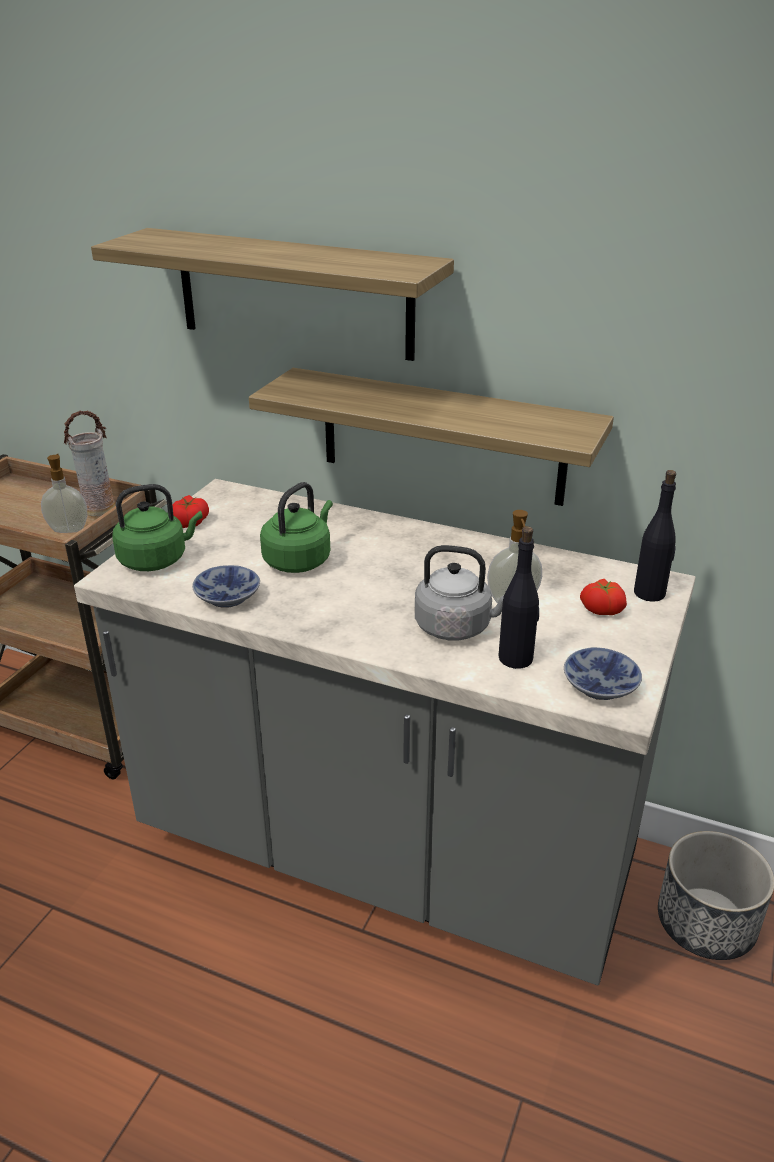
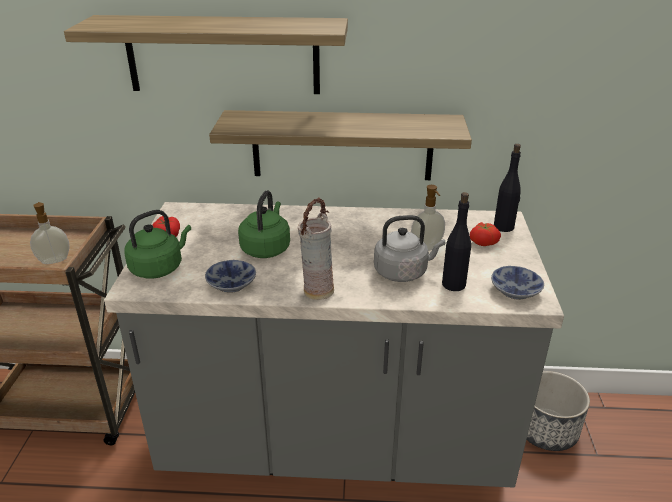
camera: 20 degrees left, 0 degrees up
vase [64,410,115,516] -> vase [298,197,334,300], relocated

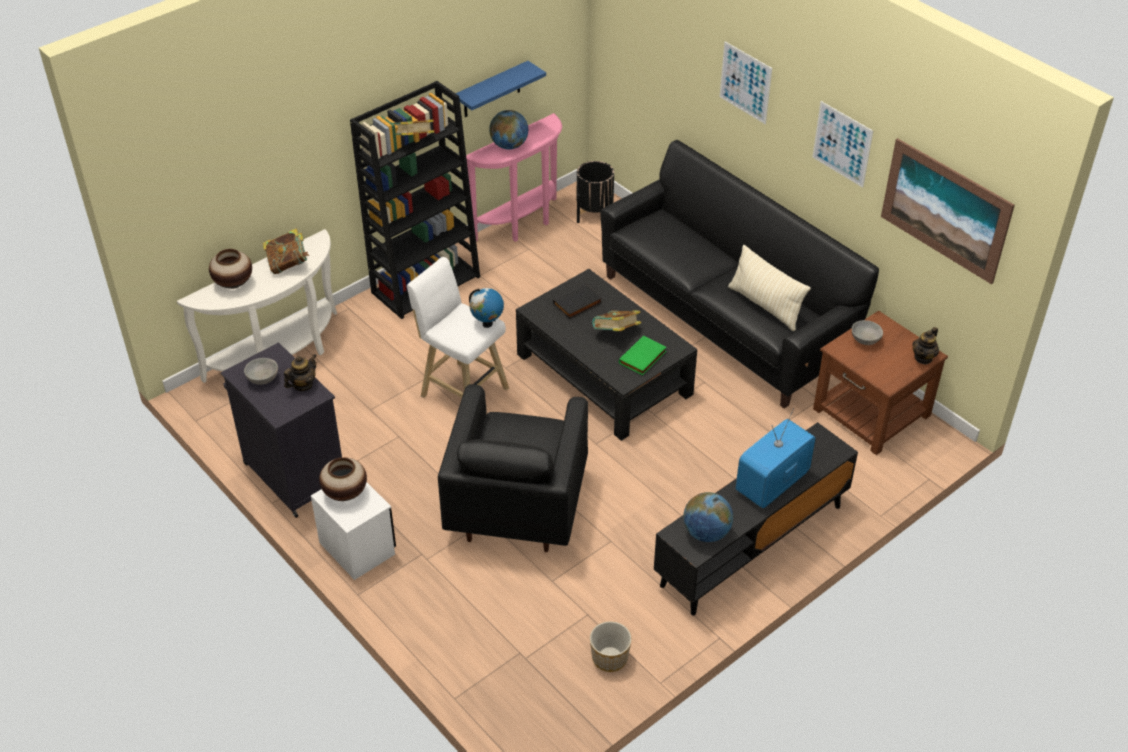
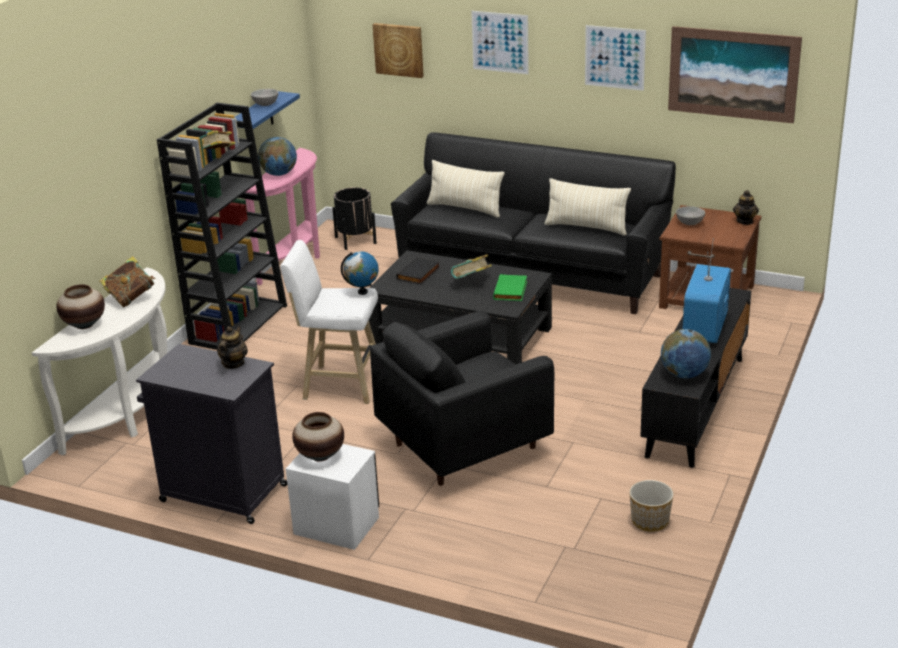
camera: 25 degrees left, 15 degrees down
grey bowl [244,358,278,385] -> grey bowl [251,89,279,106], relocated
black armchair [438,384,588,552] -> black armchair [370,311,554,486], 75 degrees clockwise
none -> picture [372,23,424,78]
none -> beige pillow [427,160,505,217]

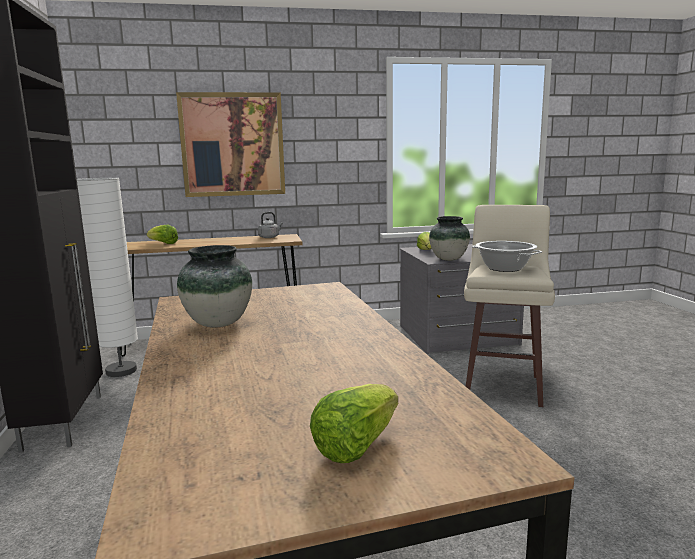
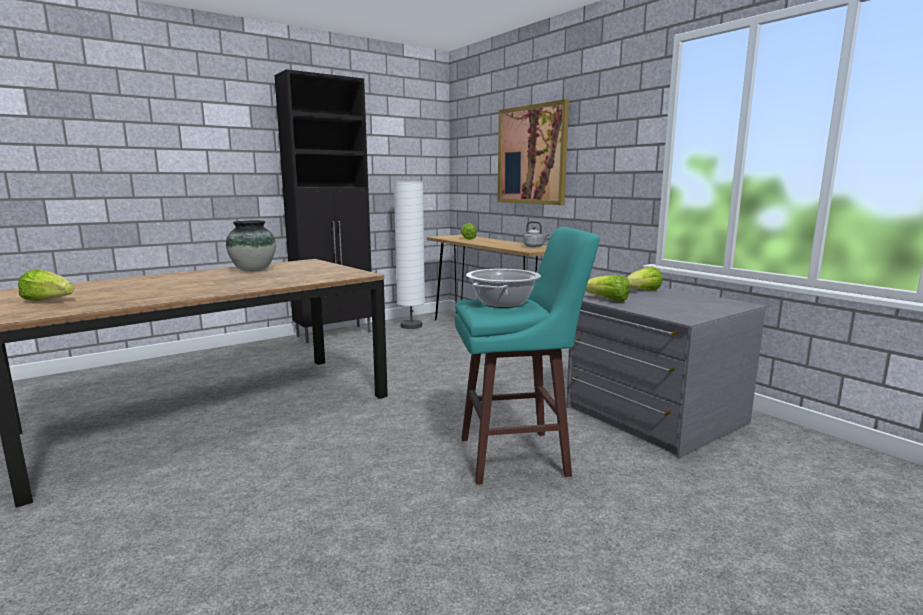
camera: 65 degrees right, 0 degrees up
beige stool [464,205,555,407] -> turquoise stool [455,227,600,485]
vase [429,216,470,261] -> lettuce [585,275,630,302]

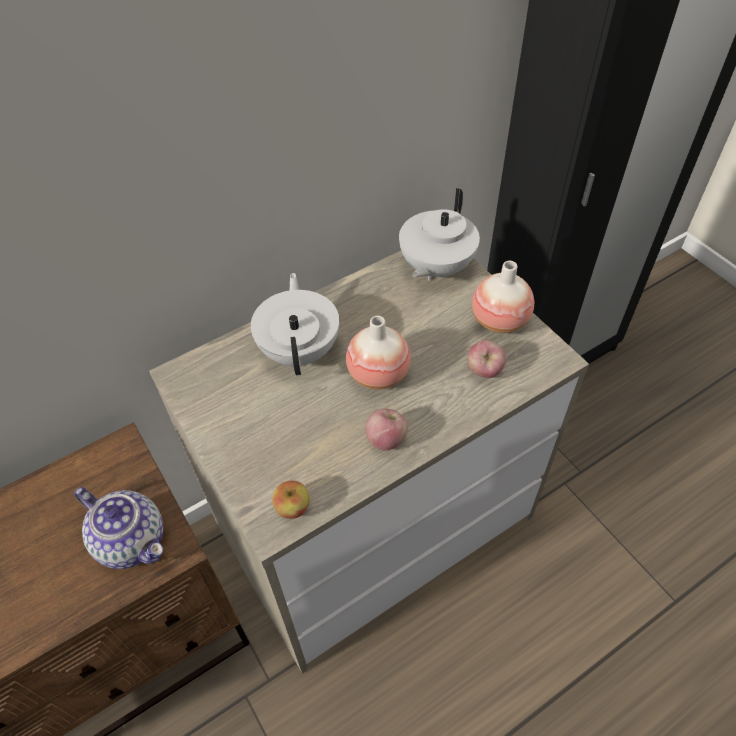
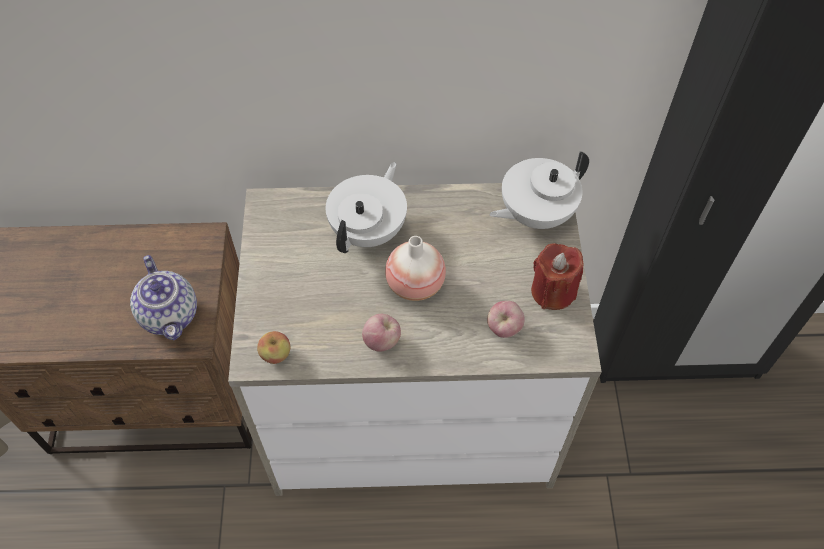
camera: 30 degrees right, 5 degrees up
vase [472,261,534,333] -> red candle [531,243,583,310]

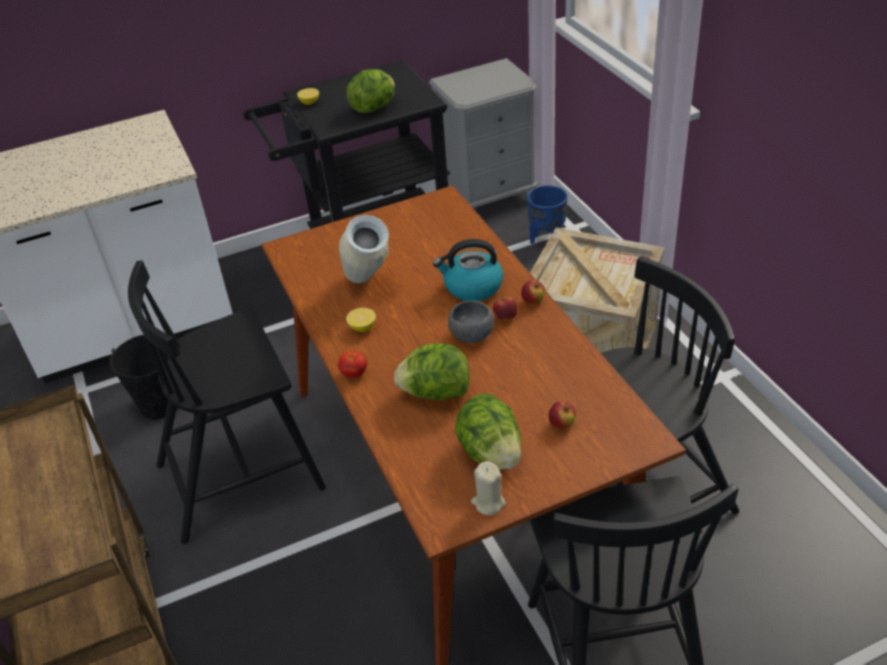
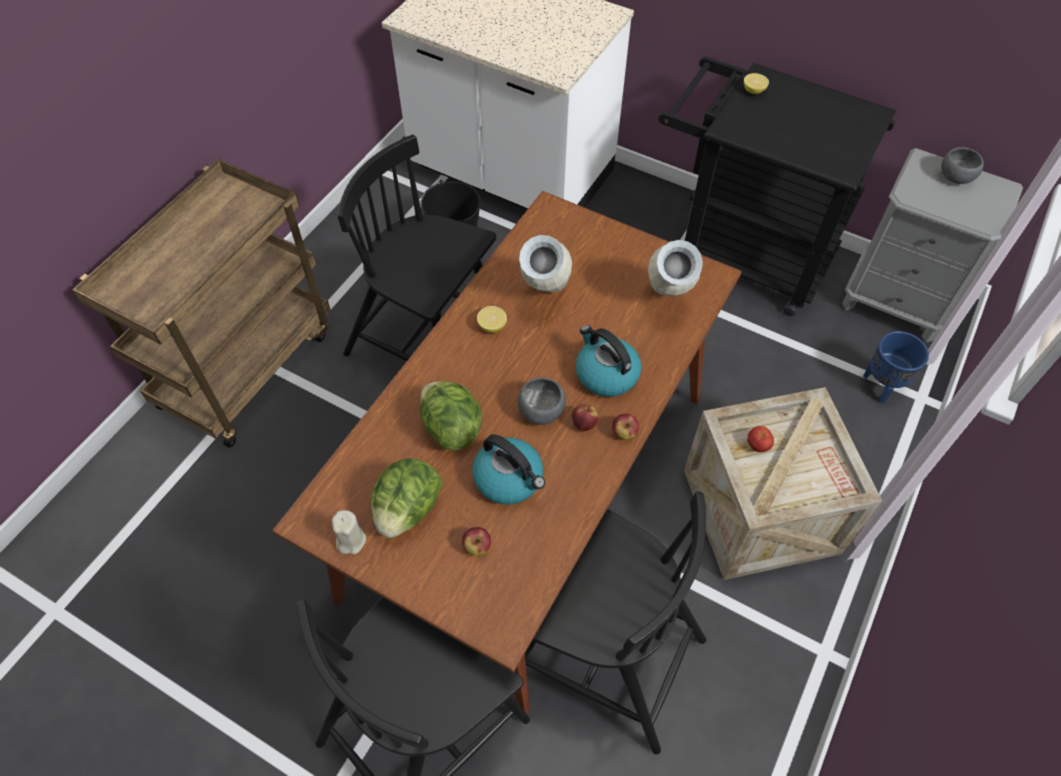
camera: 50 degrees right, 15 degrees up
none -> kettle [472,434,545,505]
none -> vase [648,240,703,296]
tomato [338,351,367,378] -> tomato [747,426,774,452], relocated
none -> grey bowl [941,147,984,184]
lettuce [346,69,395,113] -> none

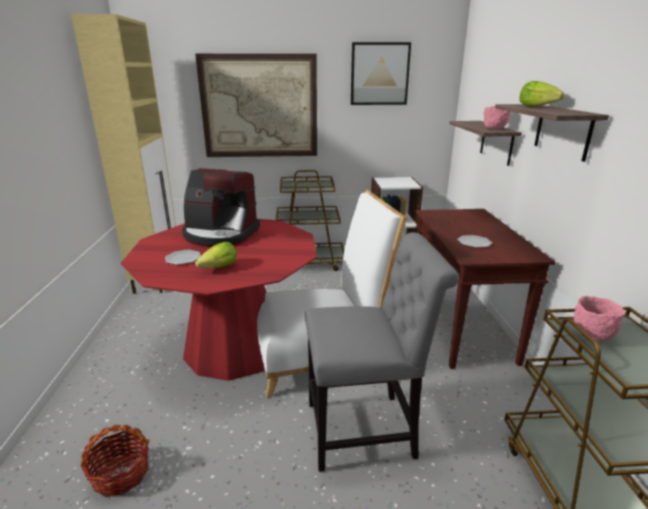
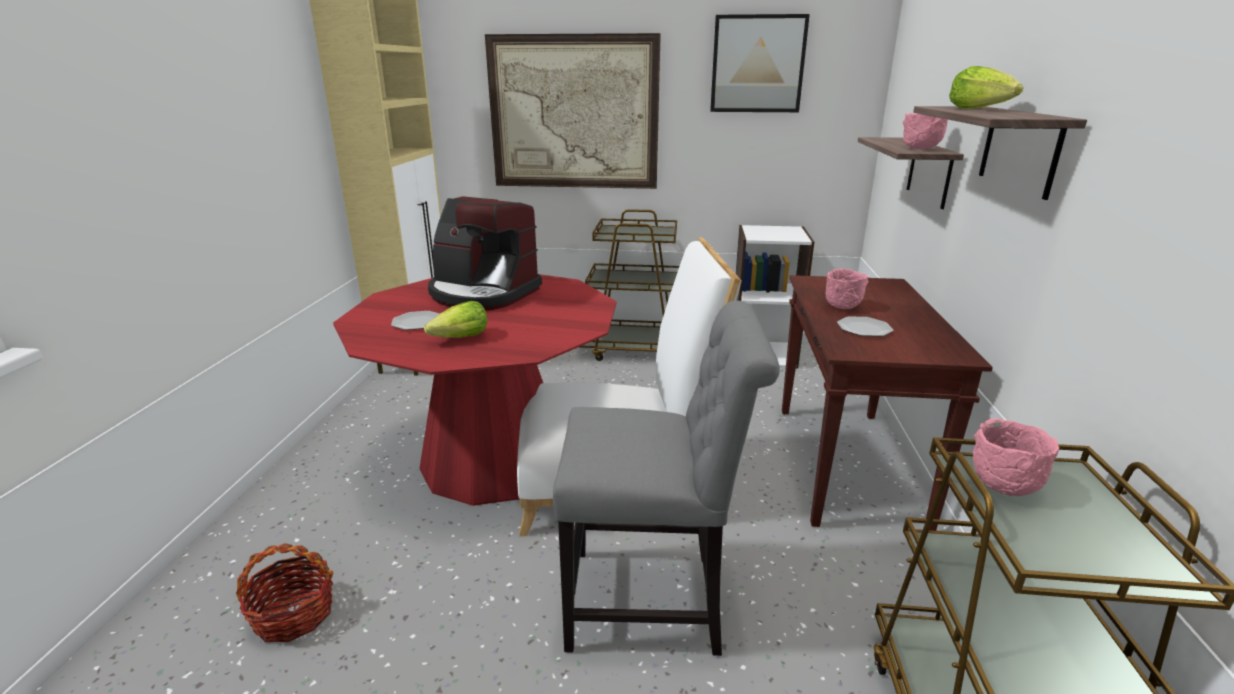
camera: 10 degrees right, 0 degrees up
none -> pink bowl [826,268,869,309]

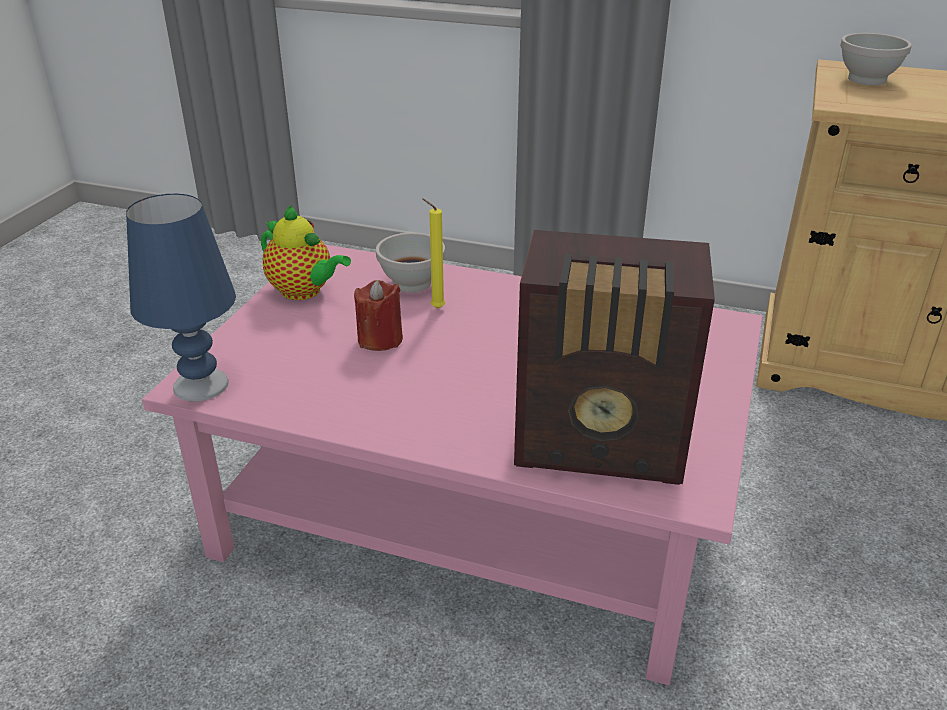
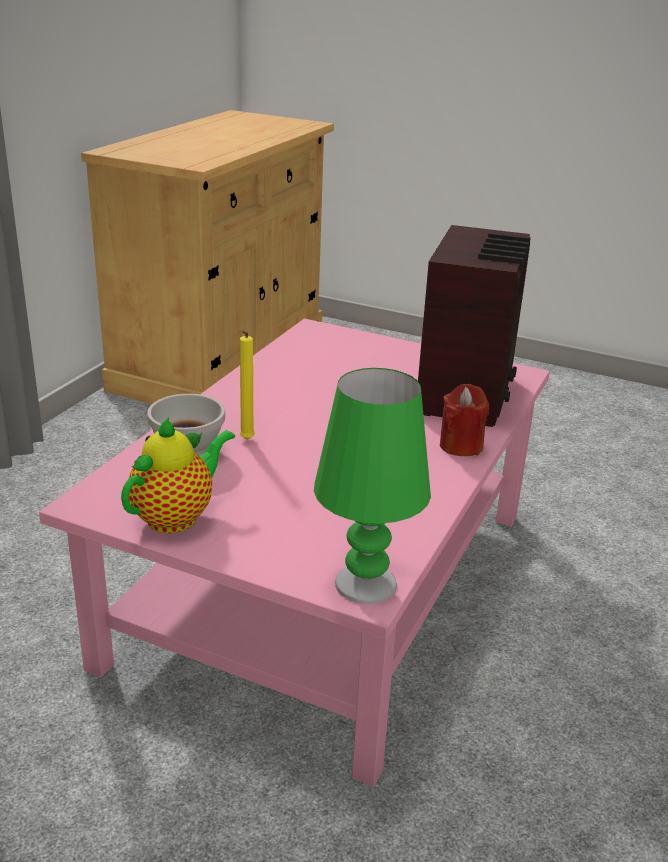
camera: 85 degrees left, 5 degrees down
blue table lamp [126,194,236,401] -> green table lamp [314,368,431,604]
red candle [354,280,403,351] -> red candle [440,384,489,456], relocated
white bowl [840,33,912,85] -> none

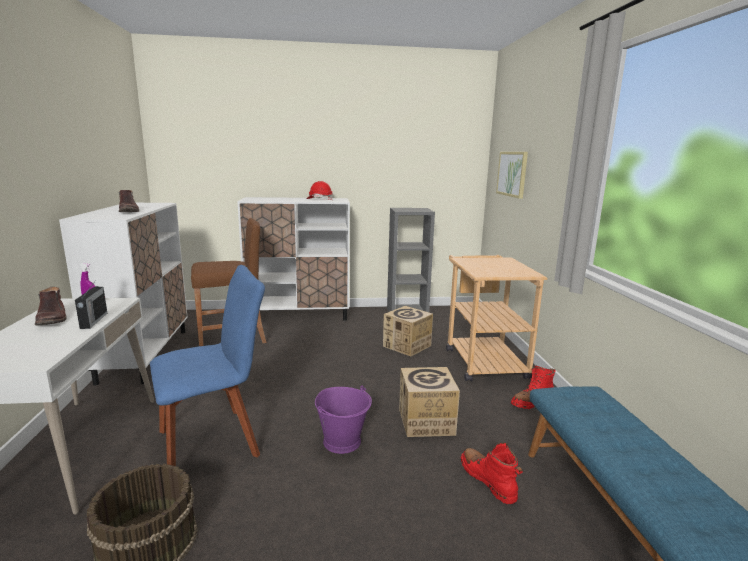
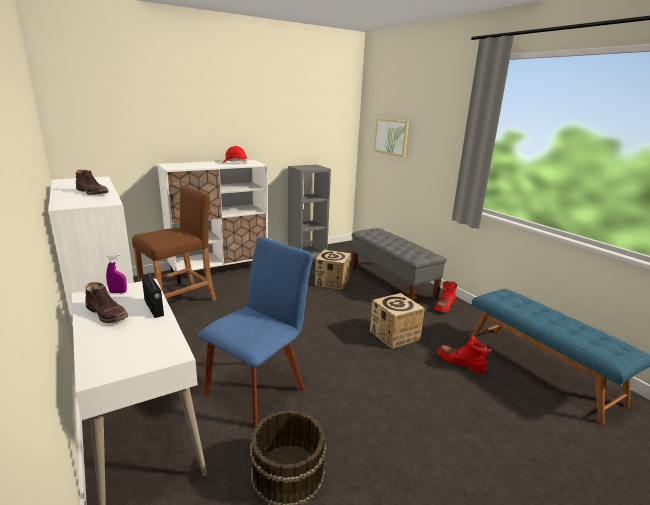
camera: 25 degrees left, 5 degrees up
beige cart [446,255,547,381] -> grey bench [351,228,447,301]
purple bucket [315,386,372,454] -> none

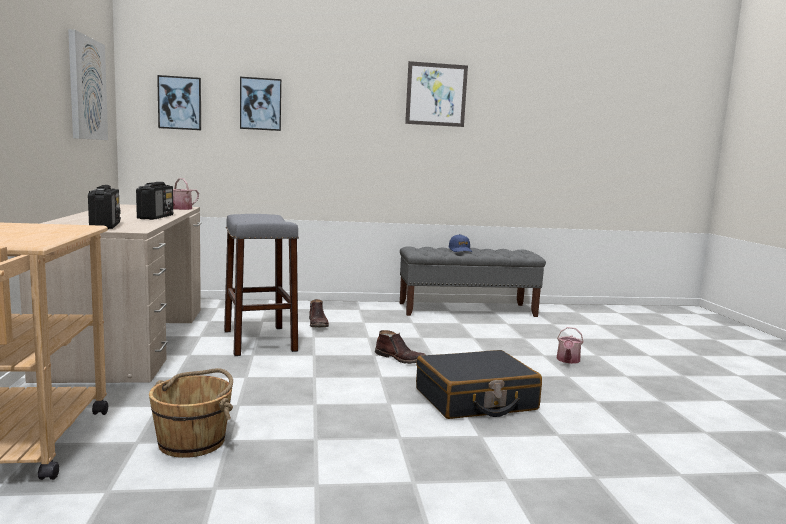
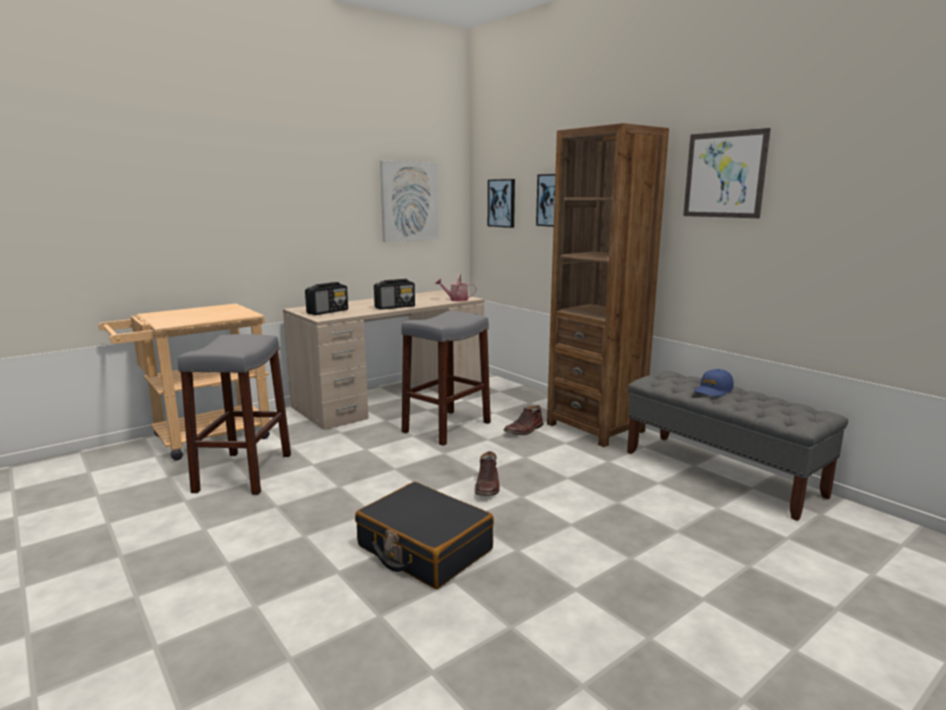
camera: 60 degrees right, 5 degrees up
brown bucket [149,368,233,458] -> grey stool [178,334,291,495]
none -> brown bookcase [547,123,669,447]
watering can [557,327,583,364] -> none

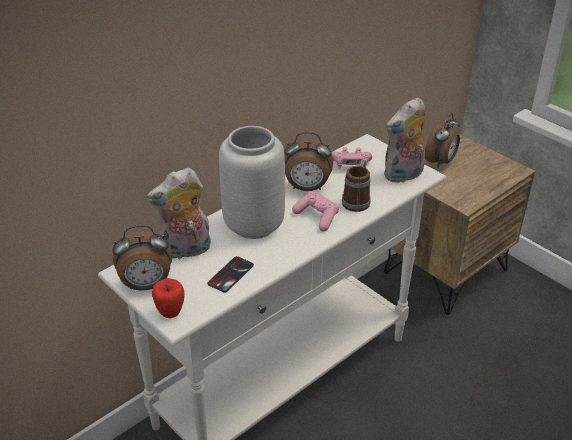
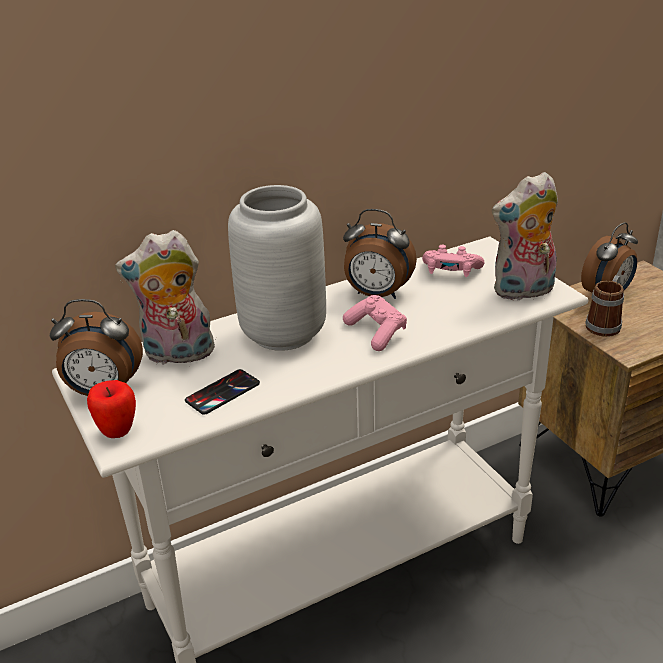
camera: 15 degrees right, 5 degrees down
mug [342,160,371,212] -> mug [585,275,624,337], relocated

